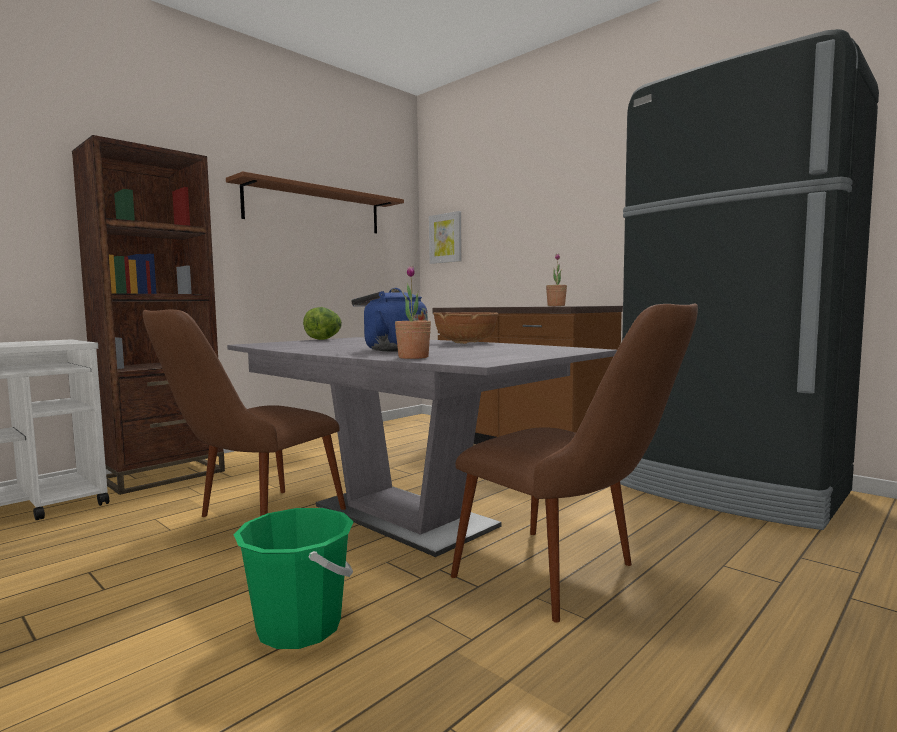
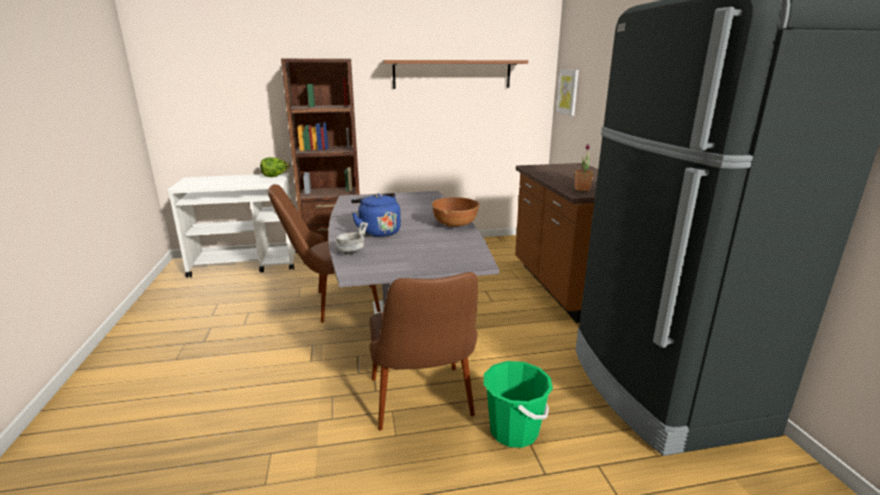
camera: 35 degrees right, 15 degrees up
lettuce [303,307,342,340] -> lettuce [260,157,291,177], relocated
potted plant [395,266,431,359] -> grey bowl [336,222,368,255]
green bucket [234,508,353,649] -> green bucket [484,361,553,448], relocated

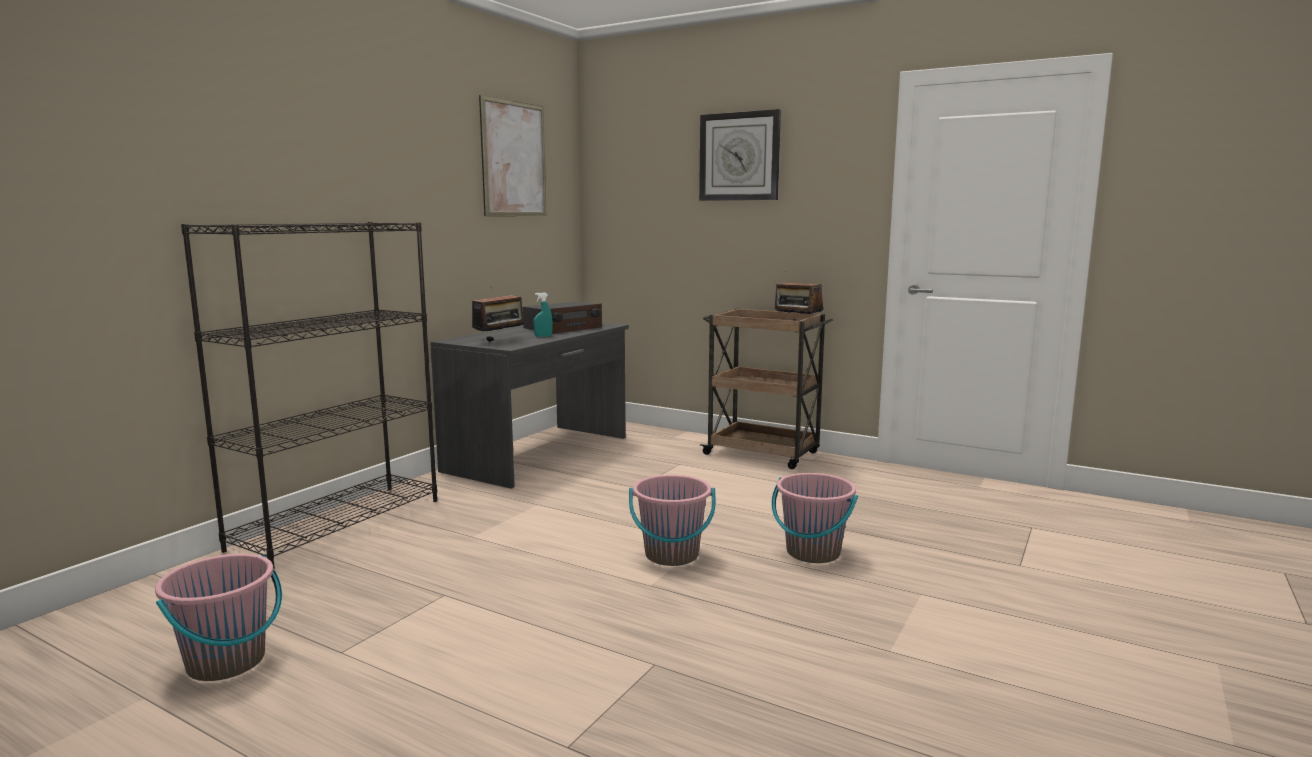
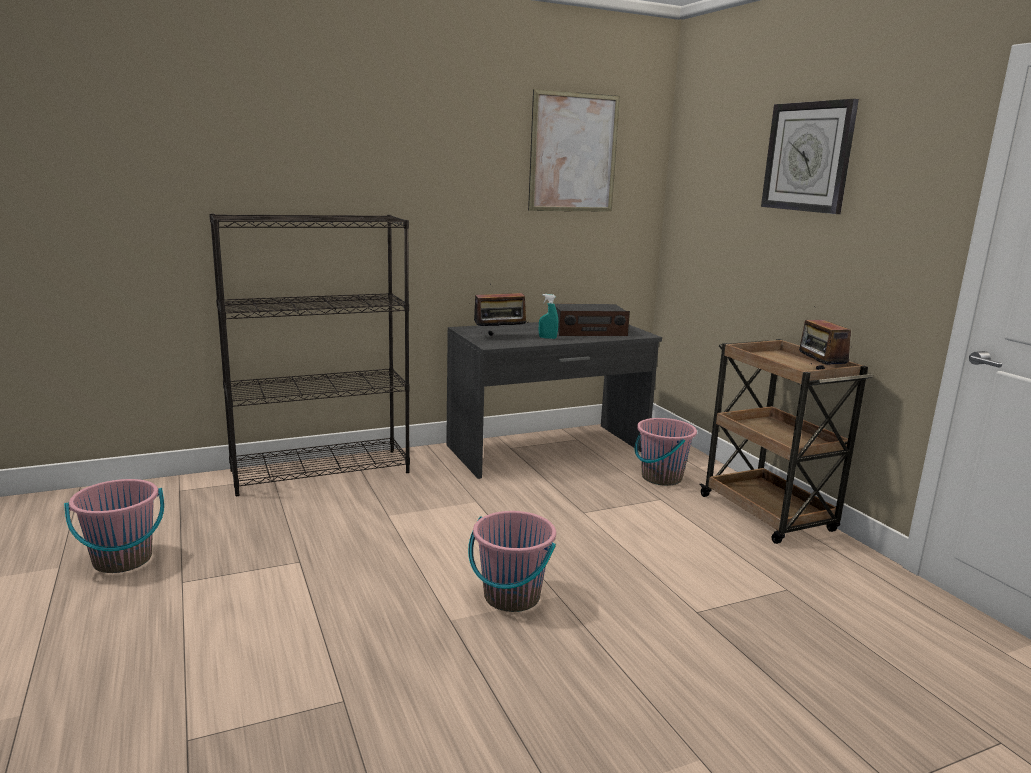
camera: 35 degrees right, 5 degrees up
pink bucket [771,473,858,563] -> pink bucket [635,418,697,486], relocated

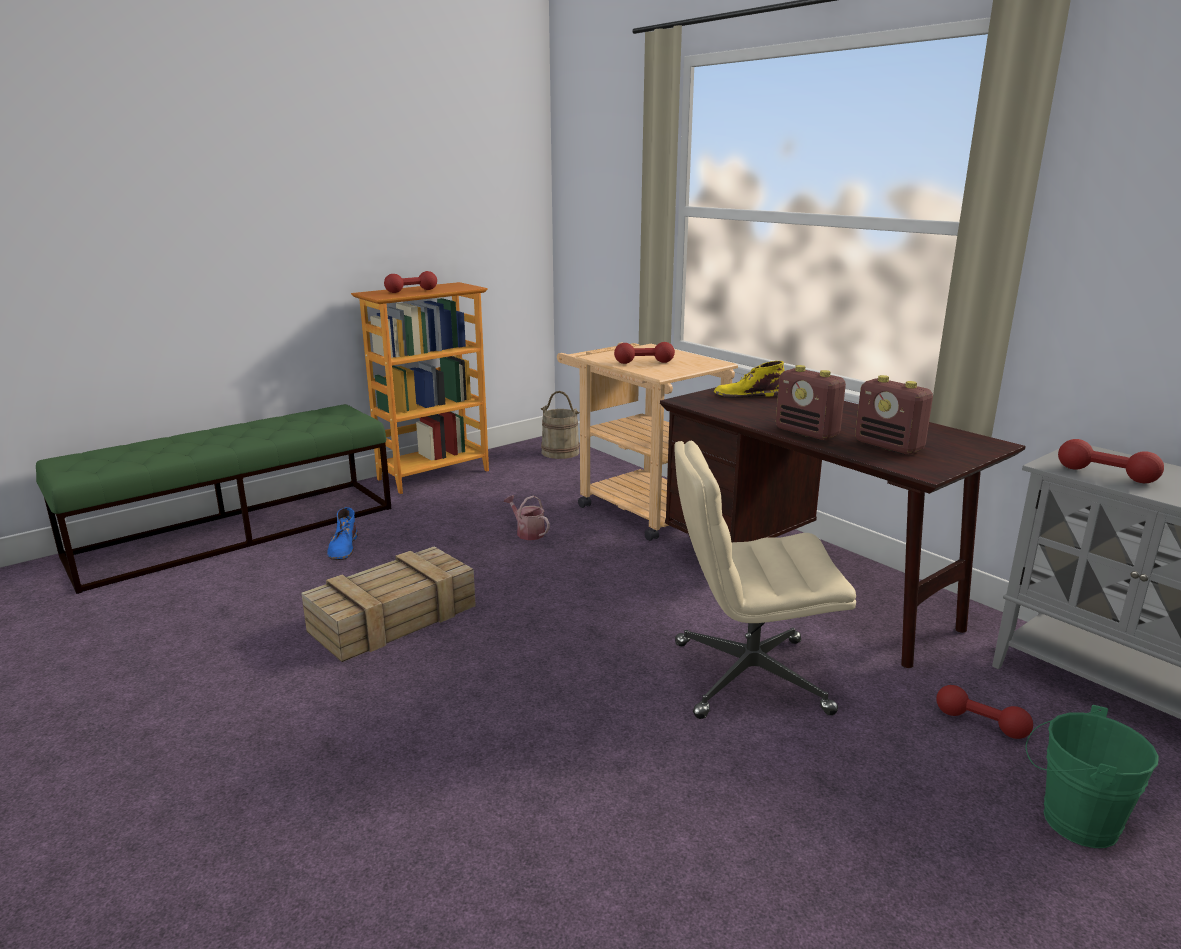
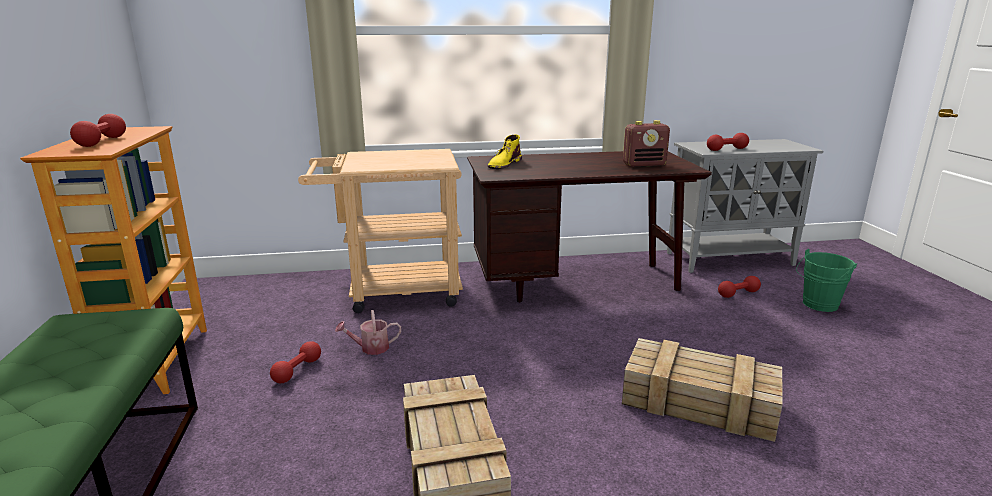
camera: 60 degrees left, 0 degrees up
red dumbbell [614,342,675,364] -> red dumbbell [270,341,321,383], relocated
none -> crate [622,338,783,442]
blue boot [327,507,358,560] -> none
beige bucket [541,391,580,459] -> none
beige office chair [674,441,856,719] -> none
radio [776,365,846,440] -> none

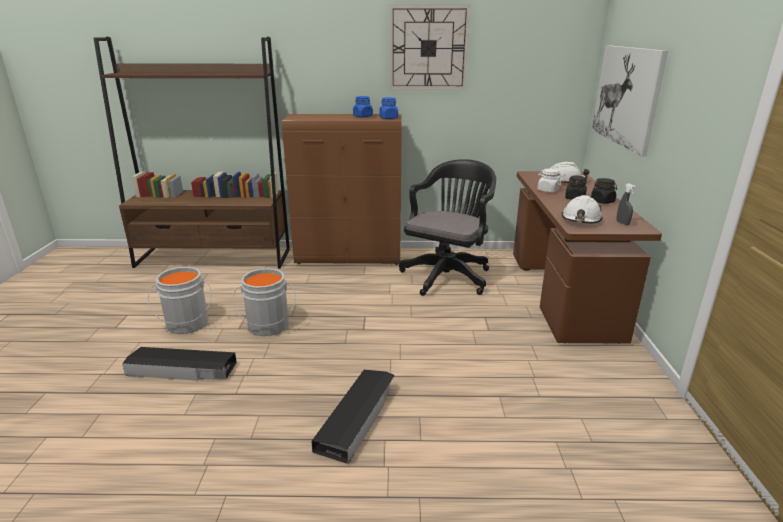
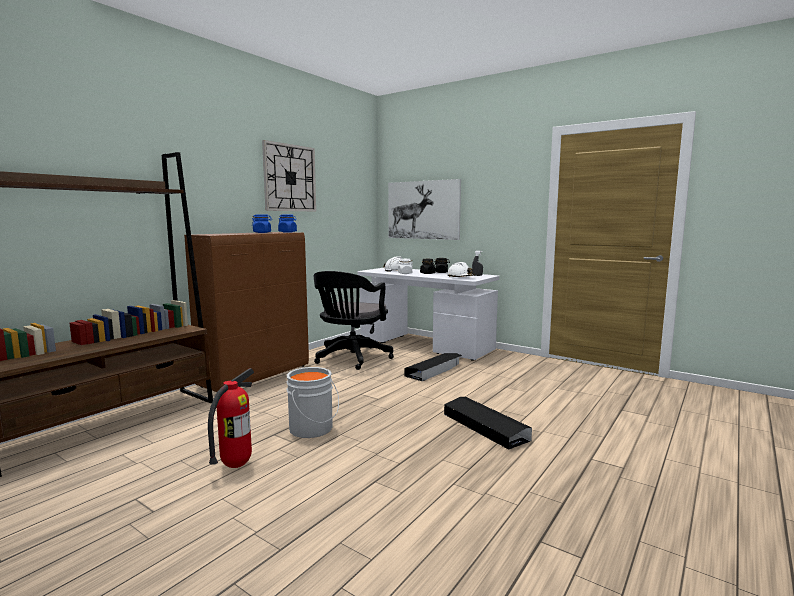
camera: 55 degrees left, 15 degrees down
grey bucket [148,267,212,334] -> fire extinguisher [208,368,254,468]
black office chair [399,159,496,296] -> black office chair [314,271,394,370], 135 degrees counterclockwise
brown desk [513,171,662,344] -> white desk [357,268,499,361]
black storage box [122,347,237,381] -> black storage box [404,353,462,381], relocated

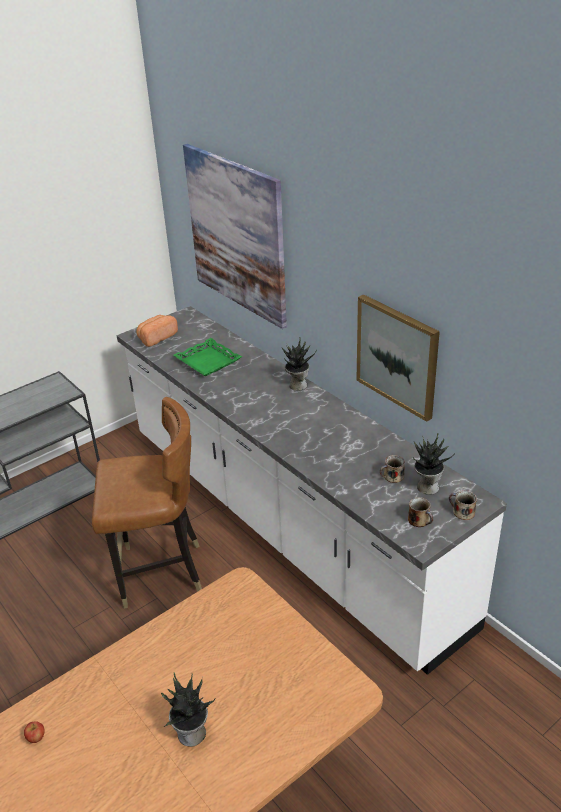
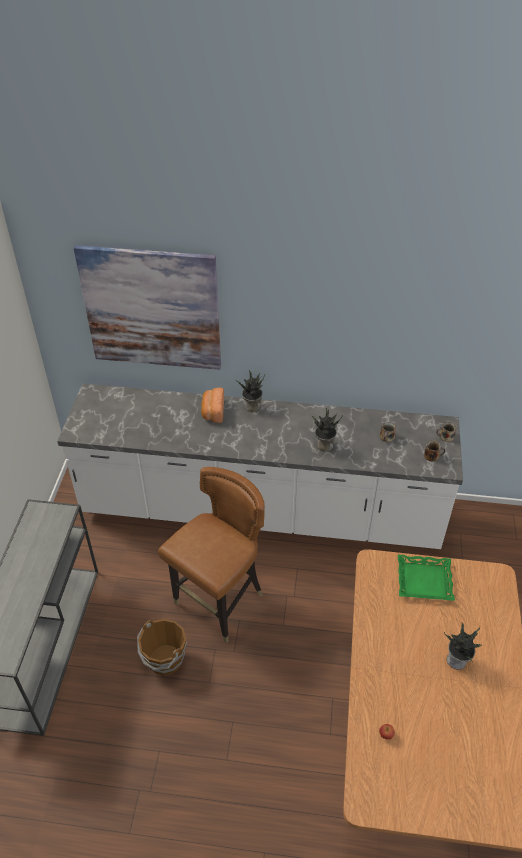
camera: 45 degrees left, 10 degrees up
none -> brown bucket [137,619,187,676]
bread [136,315,178,347] -> bread [201,388,224,423], relocated
potted plant [413,433,455,495] -> potted plant [311,408,343,452], relocated
green tray [174,338,242,376] -> green tray [398,555,455,601], relocated
picture [356,294,440,422] -> none

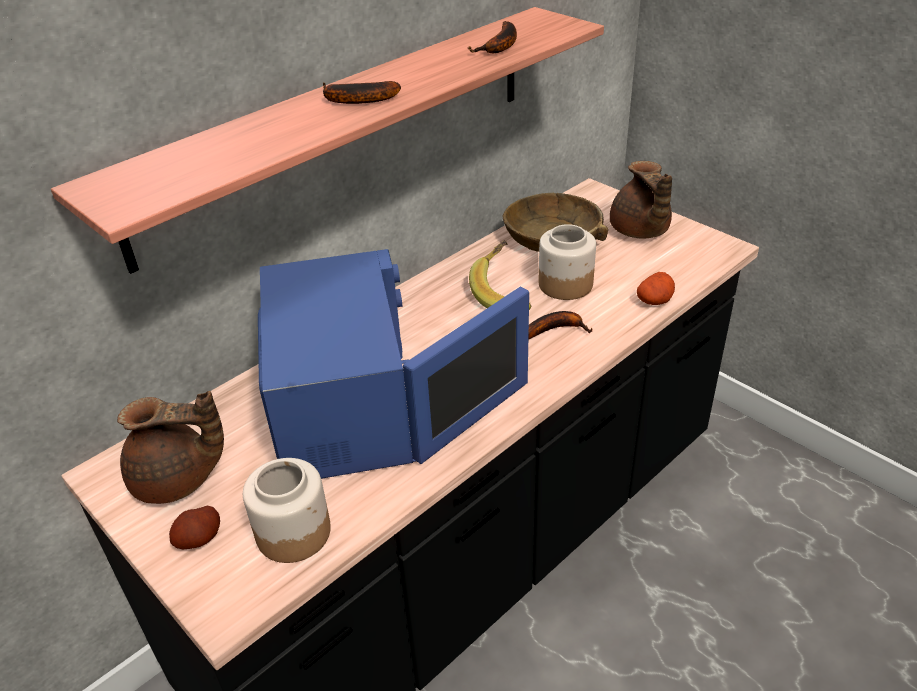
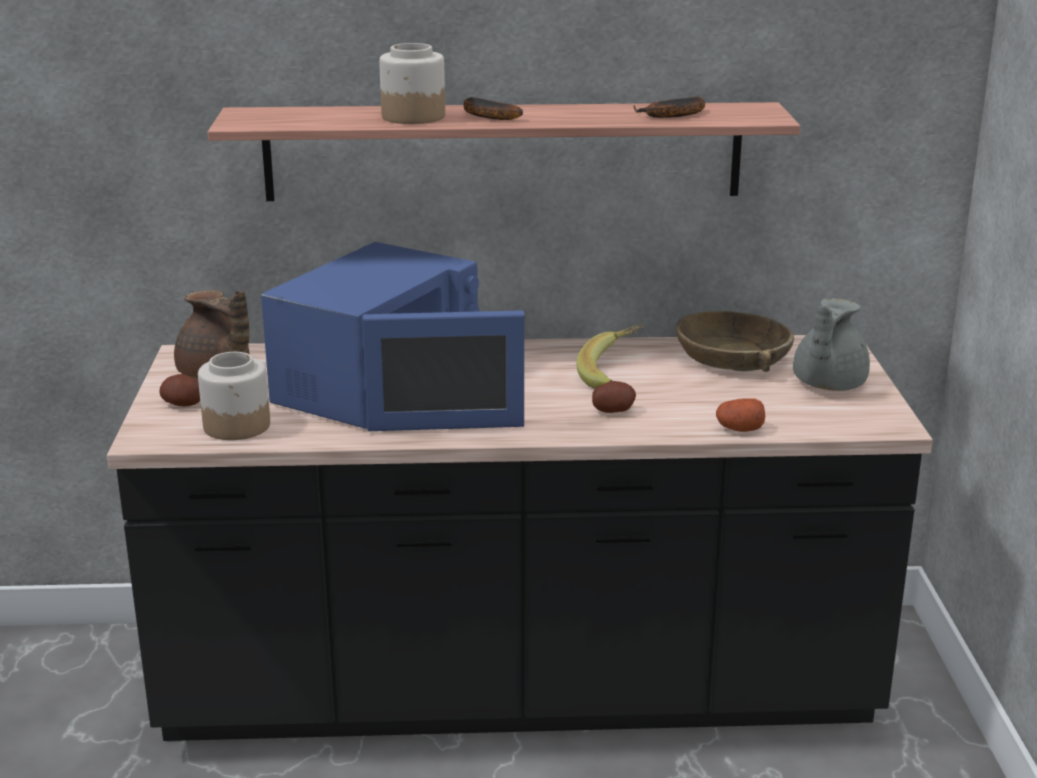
camera: 40 degrees right, 15 degrees down
jar [539,224,596,300] -> jar [379,43,445,124], relocated
banana [528,311,592,340] -> potato [592,381,636,413]
brown teapot [610,161,672,238] -> grey teapot [793,298,870,391]

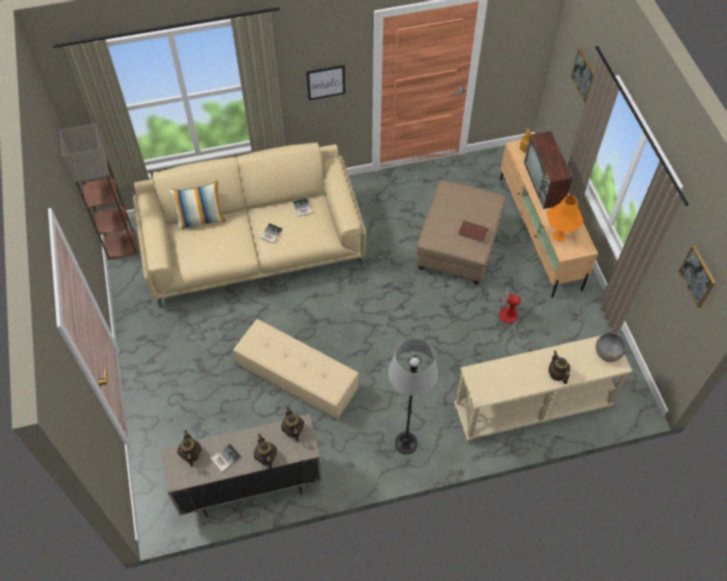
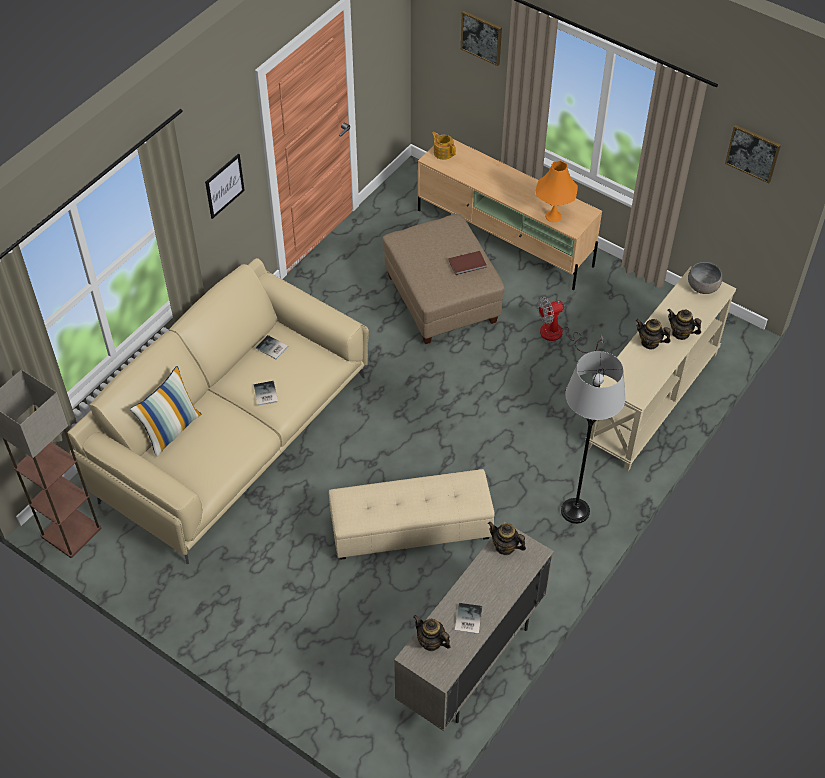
camera: 40 degrees left, 5 degrees down
teapot [254,434,277,469] -> teapot [636,319,671,349], relocated
television [524,131,573,209] -> none

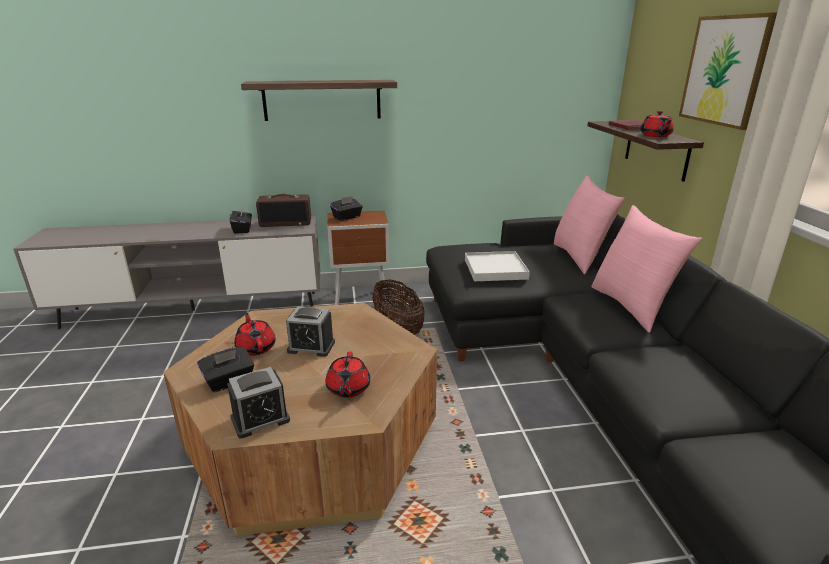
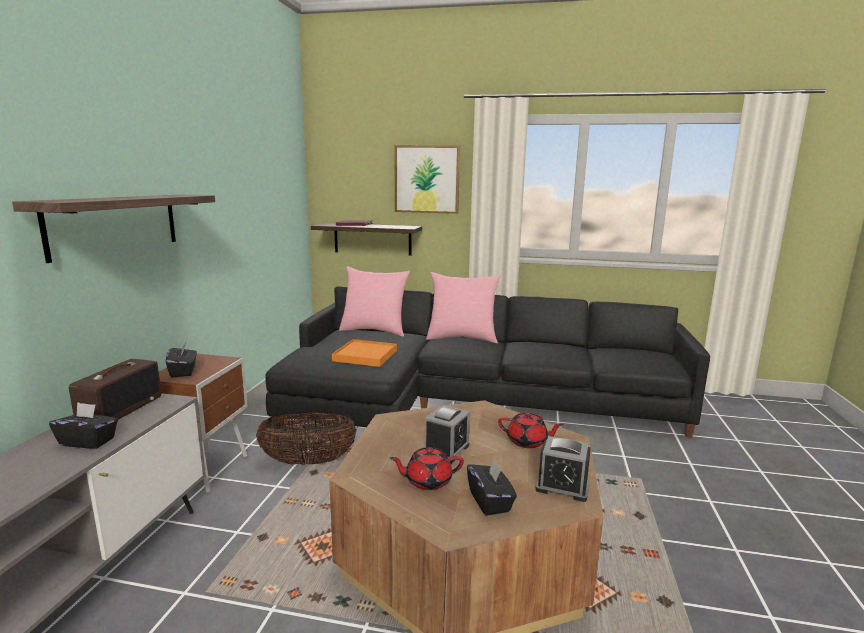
camera: 70 degrees left, 10 degrees down
white tray [465,251,530,281] -> orange tray [332,339,397,367]
alarm clock [227,367,290,439] -> alarm clock [535,436,591,502], 120 degrees clockwise
red teapot [640,111,674,137] -> none

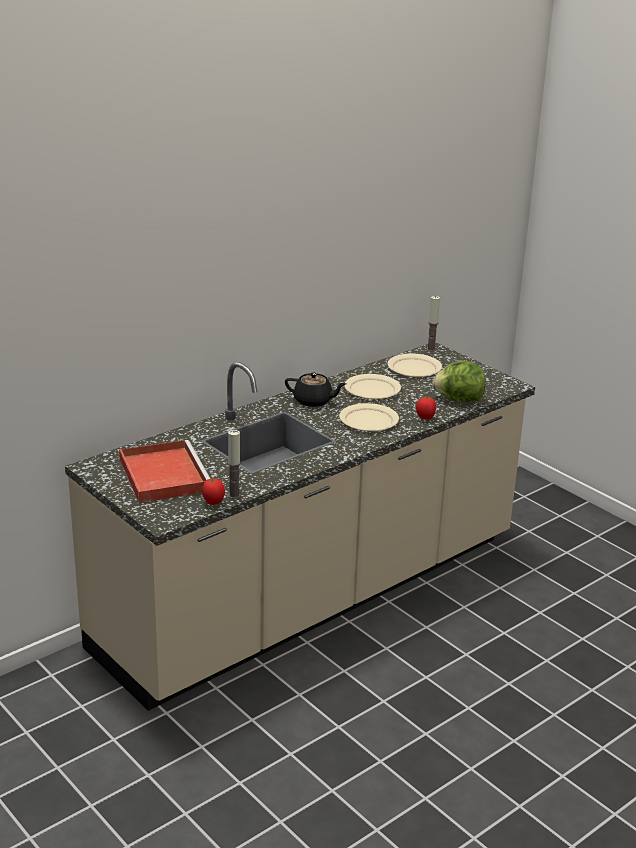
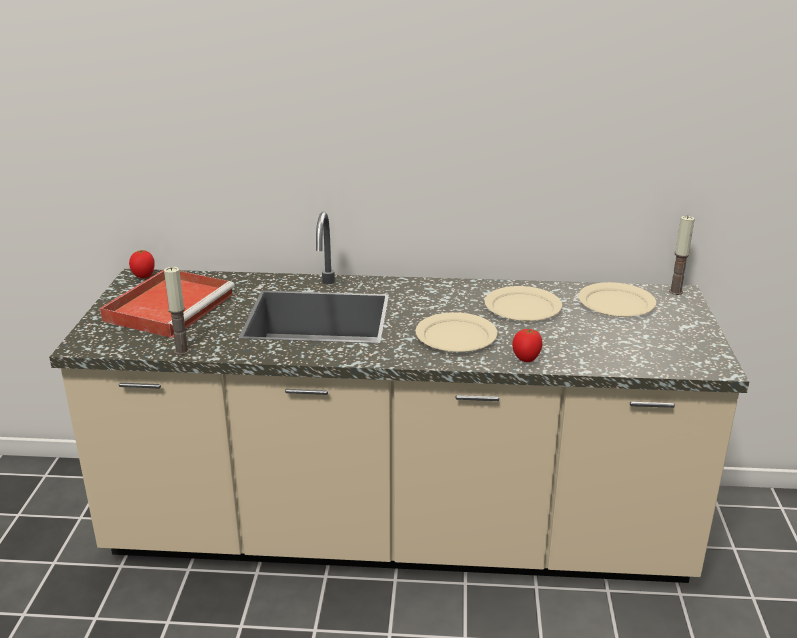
camera: 45 degrees right, 0 degrees up
tomato [202,478,225,505] -> tomato [129,250,155,278], relocated
black teapot [285,372,346,407] -> none
lettuce [432,361,485,402] -> none

